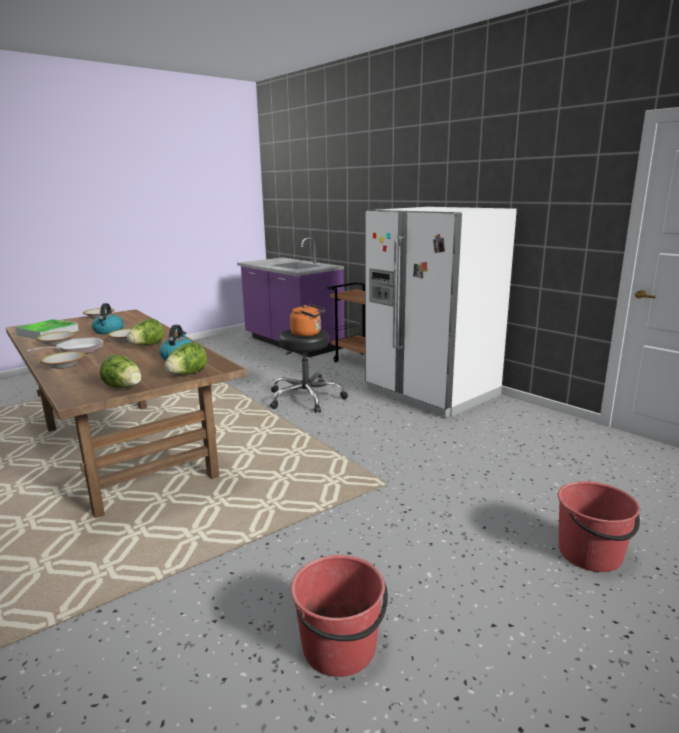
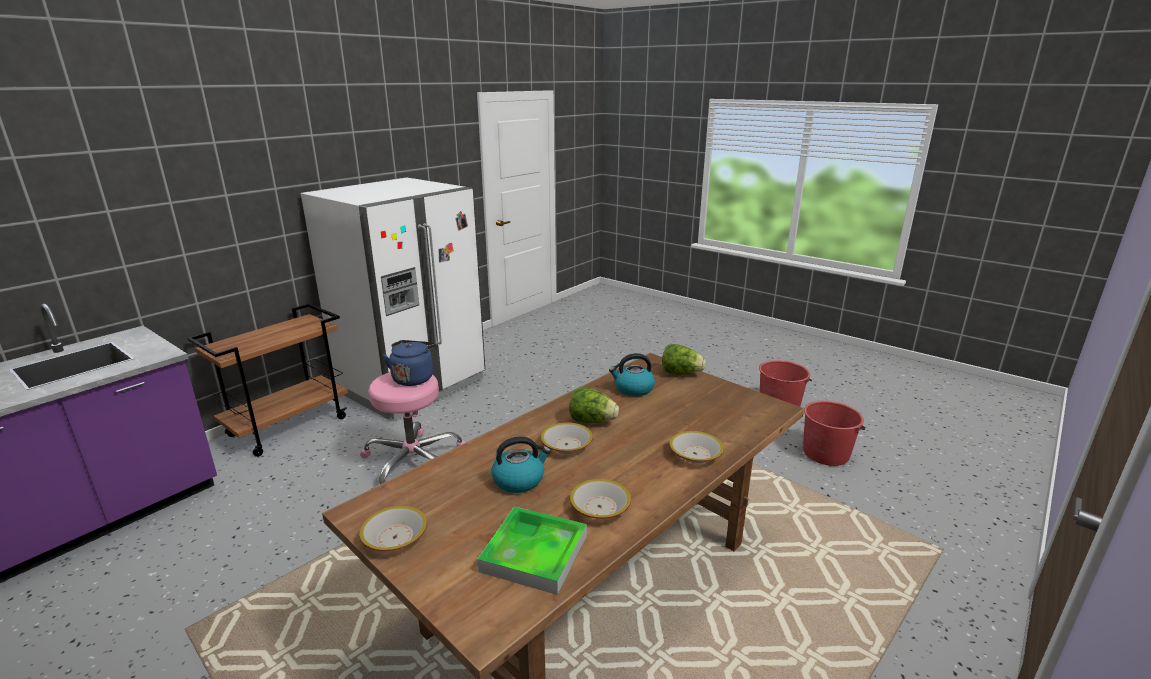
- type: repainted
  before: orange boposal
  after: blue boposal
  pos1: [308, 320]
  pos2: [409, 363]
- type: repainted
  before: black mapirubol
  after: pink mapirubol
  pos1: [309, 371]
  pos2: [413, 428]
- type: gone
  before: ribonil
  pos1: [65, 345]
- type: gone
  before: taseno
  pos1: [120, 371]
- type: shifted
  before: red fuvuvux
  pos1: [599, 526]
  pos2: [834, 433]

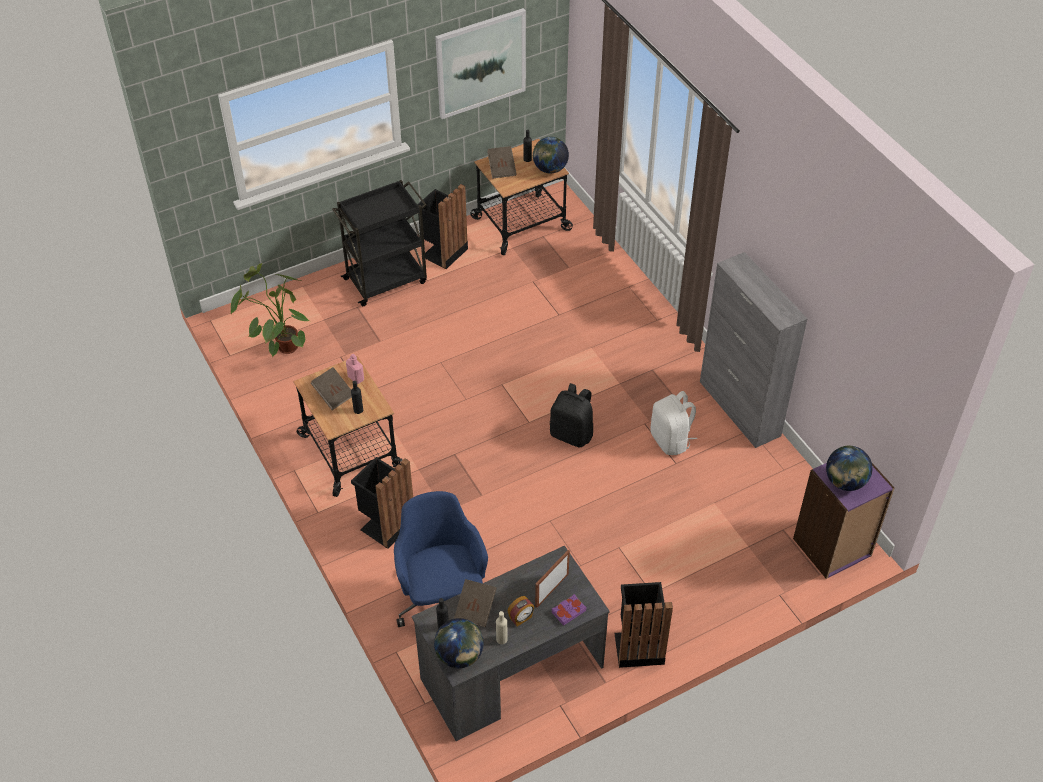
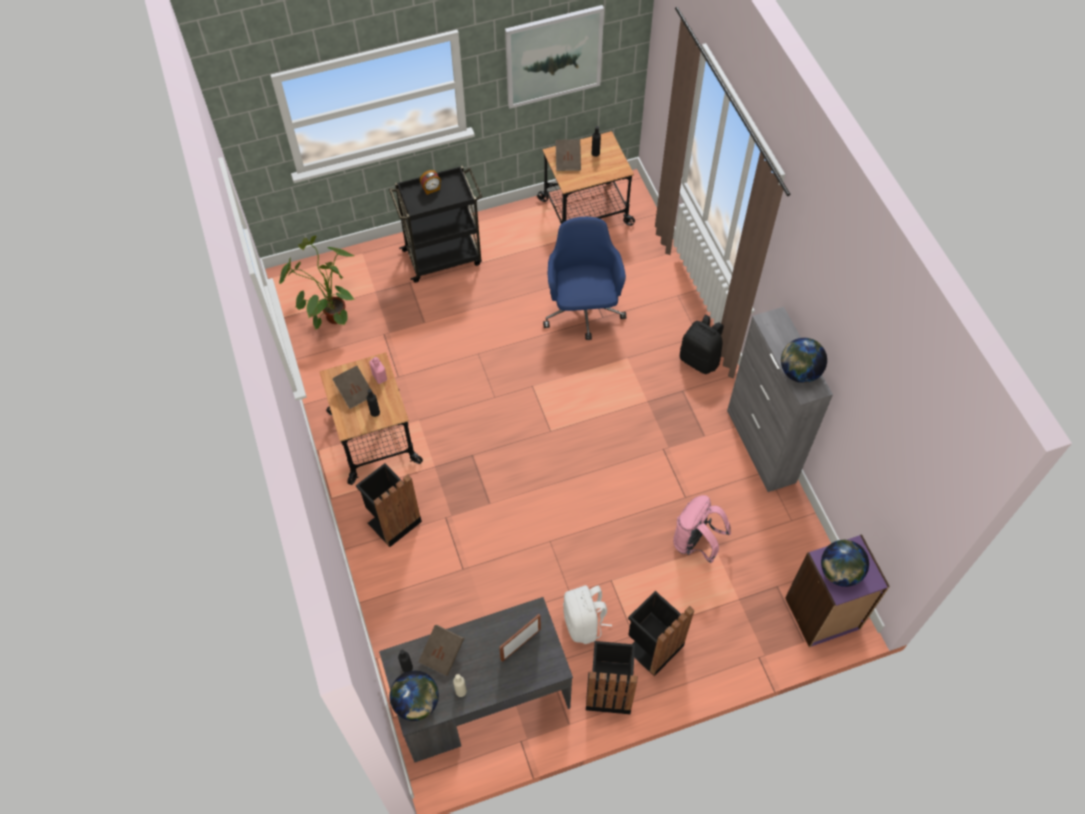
- type: shifted
  before: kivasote
  pos1: [551, 155]
  pos2: [804, 360]
- type: shifted
  before: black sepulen
  pos1: [442, 226]
  pos2: [661, 633]
- type: shifted
  before: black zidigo
  pos1: [571, 415]
  pos2: [702, 344]
- type: shifted
  before: white zidigo
  pos1: [674, 423]
  pos2: [587, 614]
- type: shifted
  before: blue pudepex
  pos1: [441, 559]
  pos2: [584, 278]
- type: gone
  before: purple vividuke
  pos1: [569, 610]
- type: shifted
  before: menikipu
  pos1: [521, 611]
  pos2: [430, 182]
- type: new
  after: pink zidigo
  pos2: [702, 529]

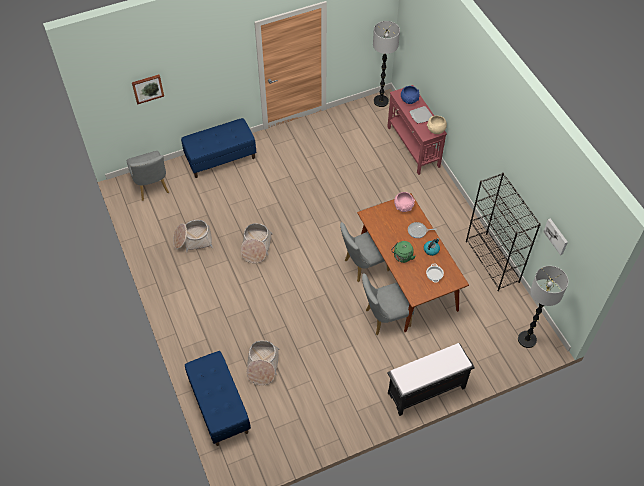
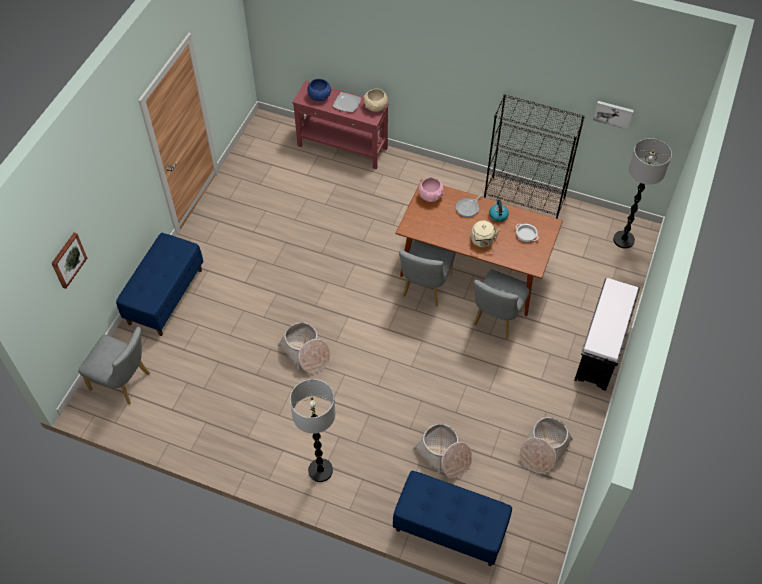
- type: shifted
  before: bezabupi
  pos1: [386, 64]
  pos2: [312, 430]
- type: shifted
  before: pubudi
  pos1: [193, 236]
  pos2: [546, 445]
- type: repainted
  before: green boposal
  after: beige boposal
  pos1: [403, 252]
  pos2: [485, 234]

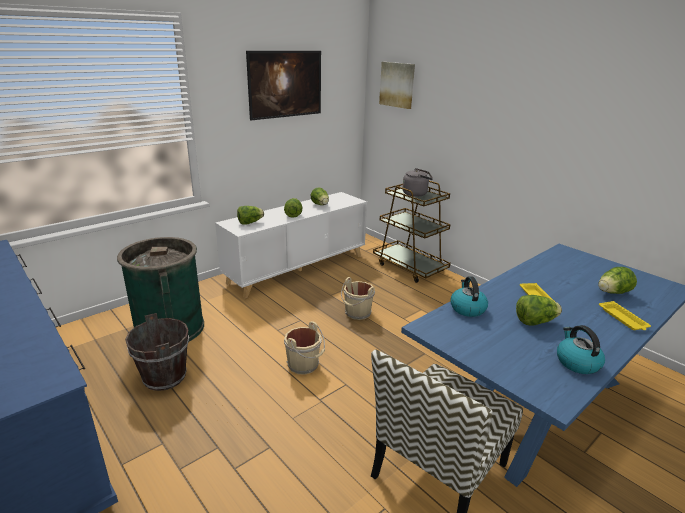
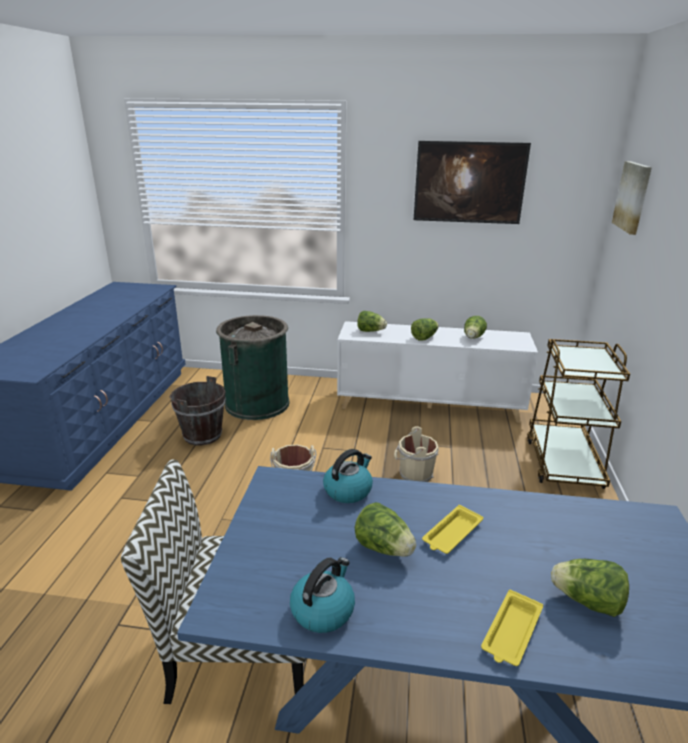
- type: gone
  before: grey boposal
  pos1: [417, 182]

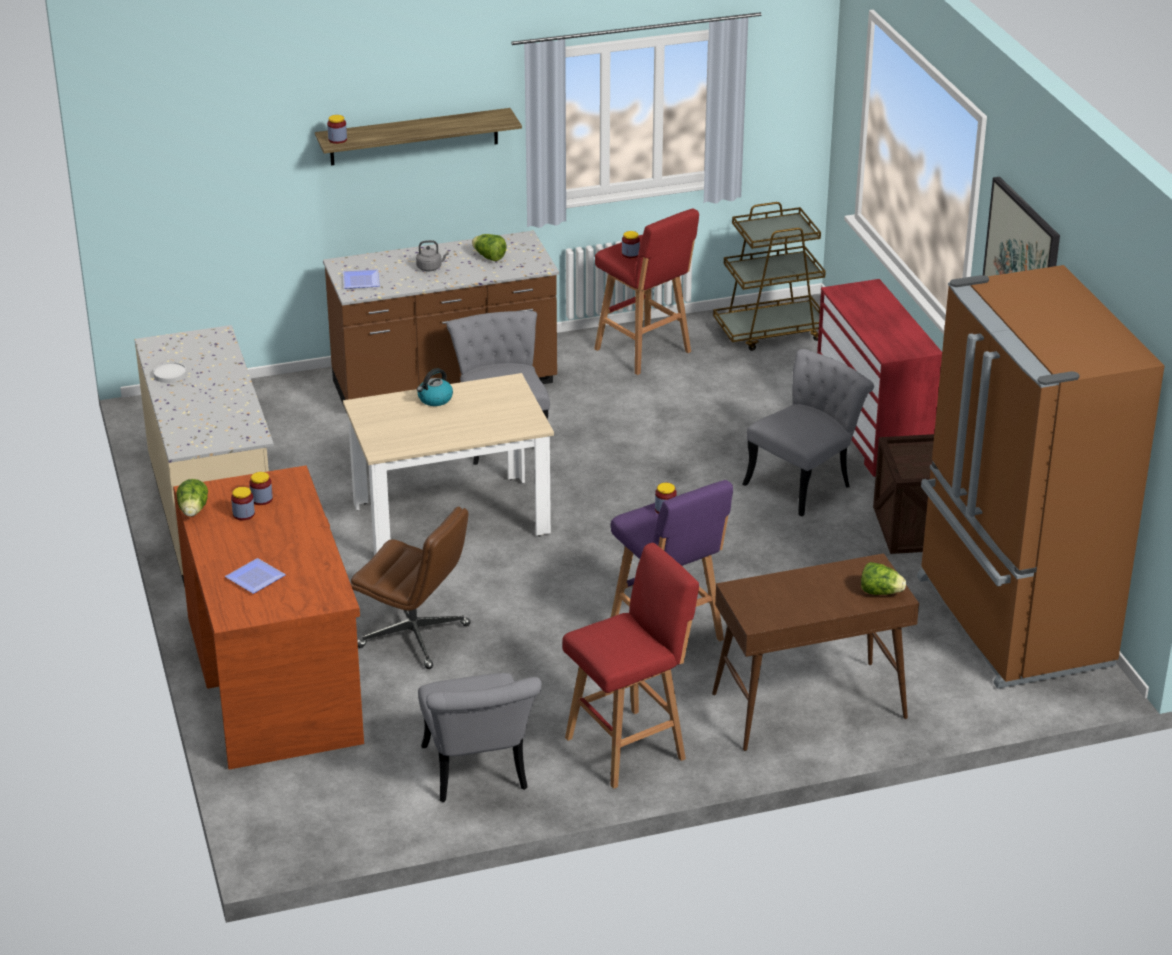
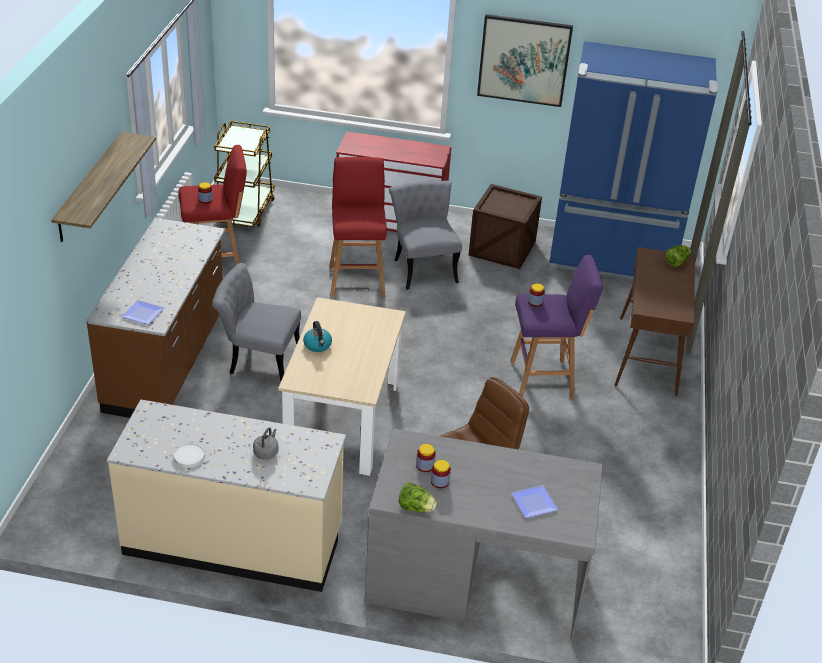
- type: gone
  before: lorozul
  pos1: [337, 129]
- type: gone
  before: taseno
  pos1: [489, 247]
- type: shifted
  before: grey boposal
  pos1: [432, 255]
  pos2: [265, 443]
- type: repainted
  before: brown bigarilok
  after: blue bigarilok
  pos1: [1040, 477]
  pos2: [633, 160]
- type: repainted
  before: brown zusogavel
  after: grey zusogavel
  pos1: [268, 617]
  pos2: [484, 535]
- type: shifted
  before: red mapirubol
  pos1: [630, 666]
  pos2: [358, 227]
- type: gone
  before: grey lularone
  pos1: [480, 737]

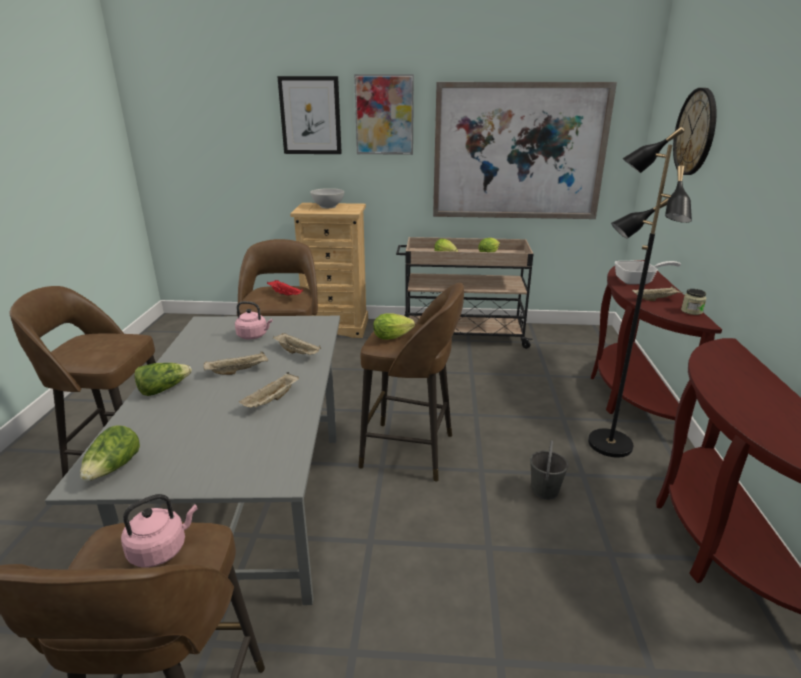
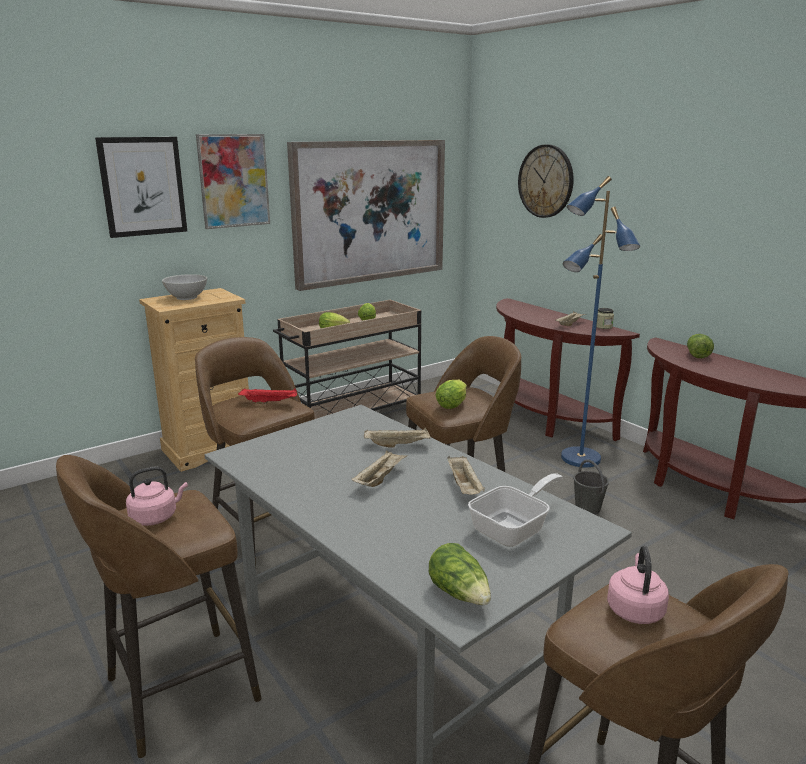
- type: repainted
  before: black bezabupi
  after: blue bezabupi
  pos1: [640, 292]
  pos2: [600, 322]
- type: shifted
  before: ribonil
  pos1: [648, 272]
  pos2: [515, 510]
- type: shifted
  before: pink boposal
  pos1: [254, 320]
  pos2: [157, 496]
- type: shifted
  before: taseno
  pos1: [163, 379]
  pos2: [700, 346]

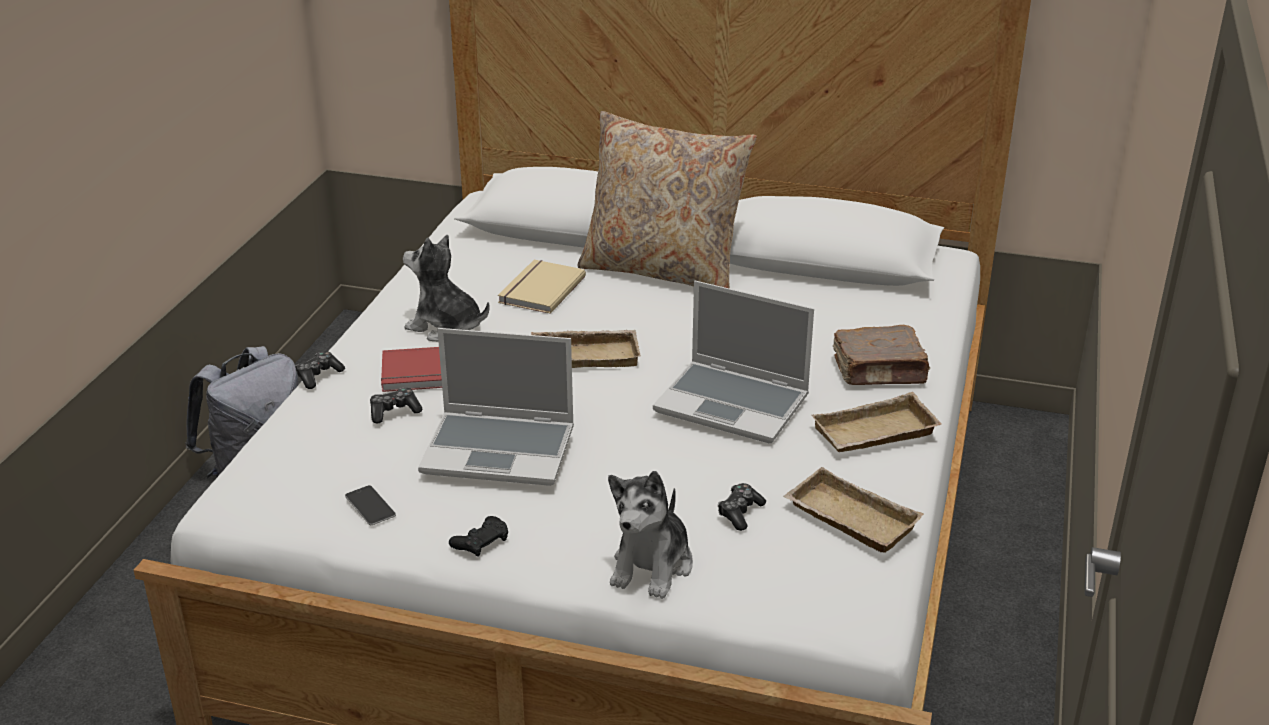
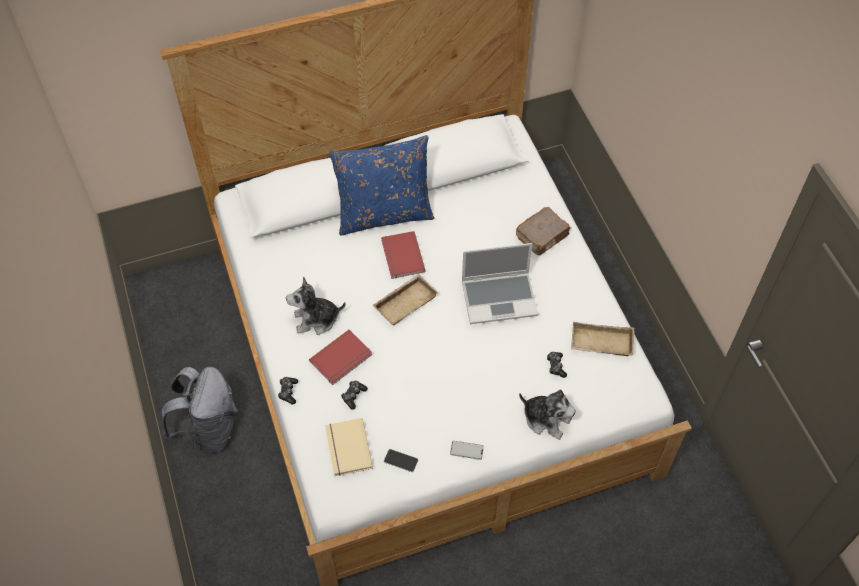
- type: repainted
  before: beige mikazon
  after: blue mikazon
  pos1: [667, 200]
  pos2: [381, 185]
- type: shifted
  before: beige vividuke
  pos1: [542, 287]
  pos2: [349, 447]
- type: gone
  before: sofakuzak
  pos1: [496, 407]
- type: gone
  before: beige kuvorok
  pos1: [876, 422]
- type: rotated
  before: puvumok
  pos1: [650, 535]
  pos2: [547, 414]
  turn: -45
- type: swapped
  before: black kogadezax
  after: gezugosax
  pos1: [478, 536]
  pos2: [467, 450]
- type: new
  after: red vividuke
  pos2: [403, 255]

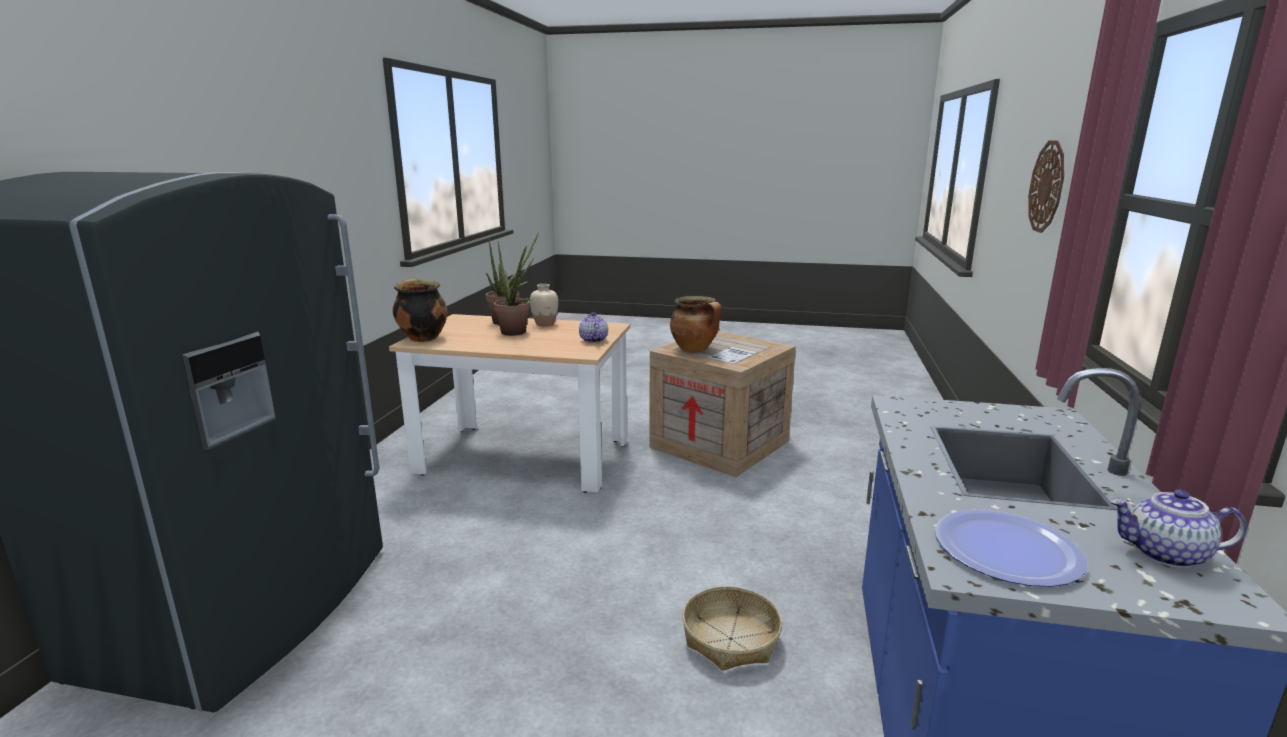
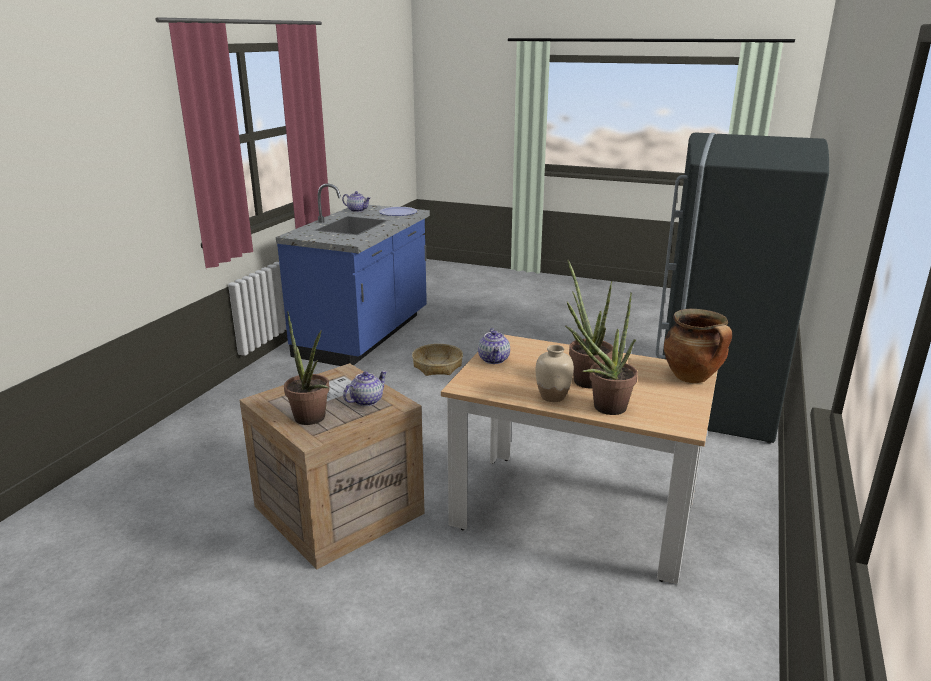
- type: gone
  before: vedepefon
  pos1: [1046, 187]
- type: swapped
  before: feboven
  after: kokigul
  pos1: [696, 324]
  pos2: [365, 388]
- type: new
  after: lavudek
  pos2: [307, 368]

